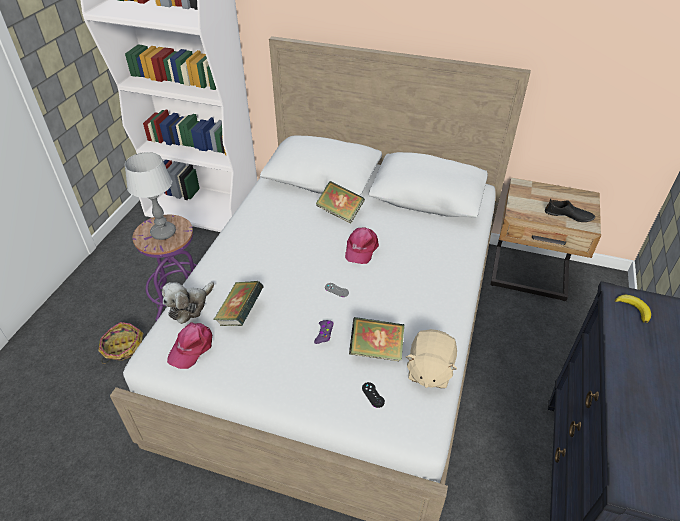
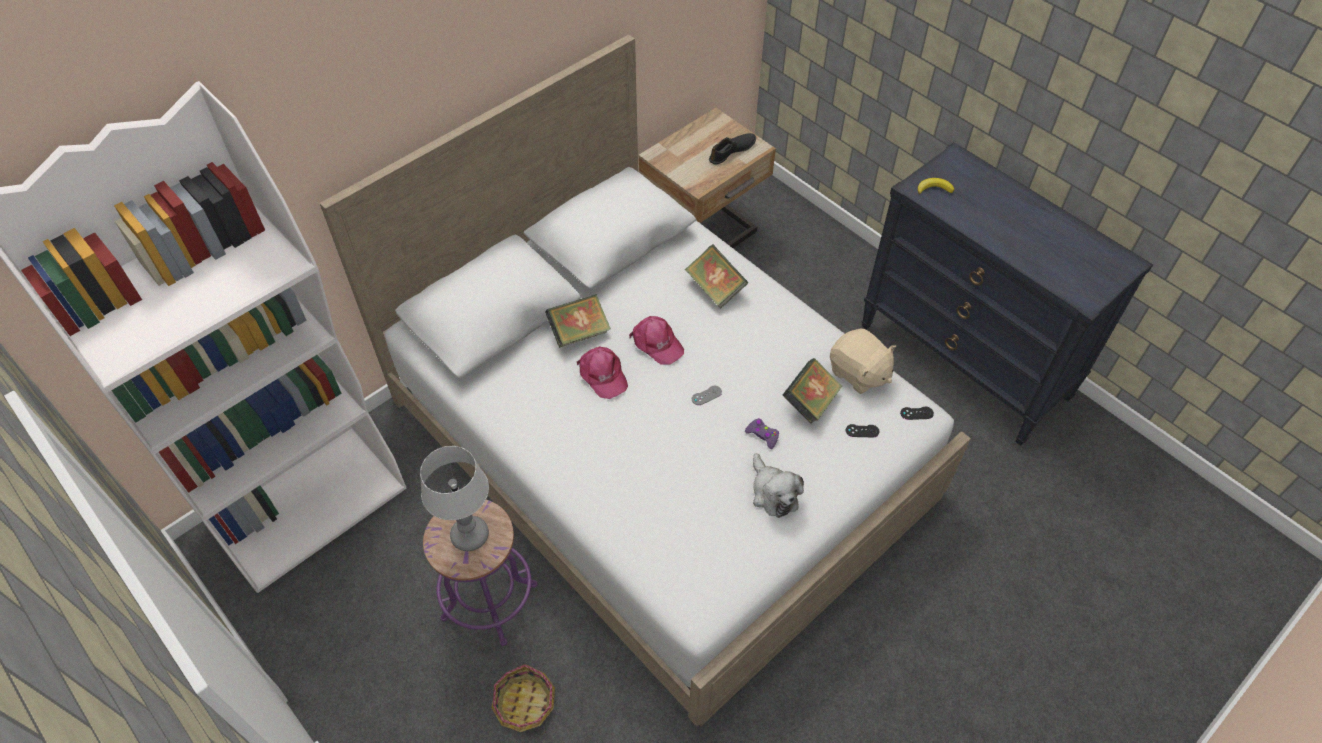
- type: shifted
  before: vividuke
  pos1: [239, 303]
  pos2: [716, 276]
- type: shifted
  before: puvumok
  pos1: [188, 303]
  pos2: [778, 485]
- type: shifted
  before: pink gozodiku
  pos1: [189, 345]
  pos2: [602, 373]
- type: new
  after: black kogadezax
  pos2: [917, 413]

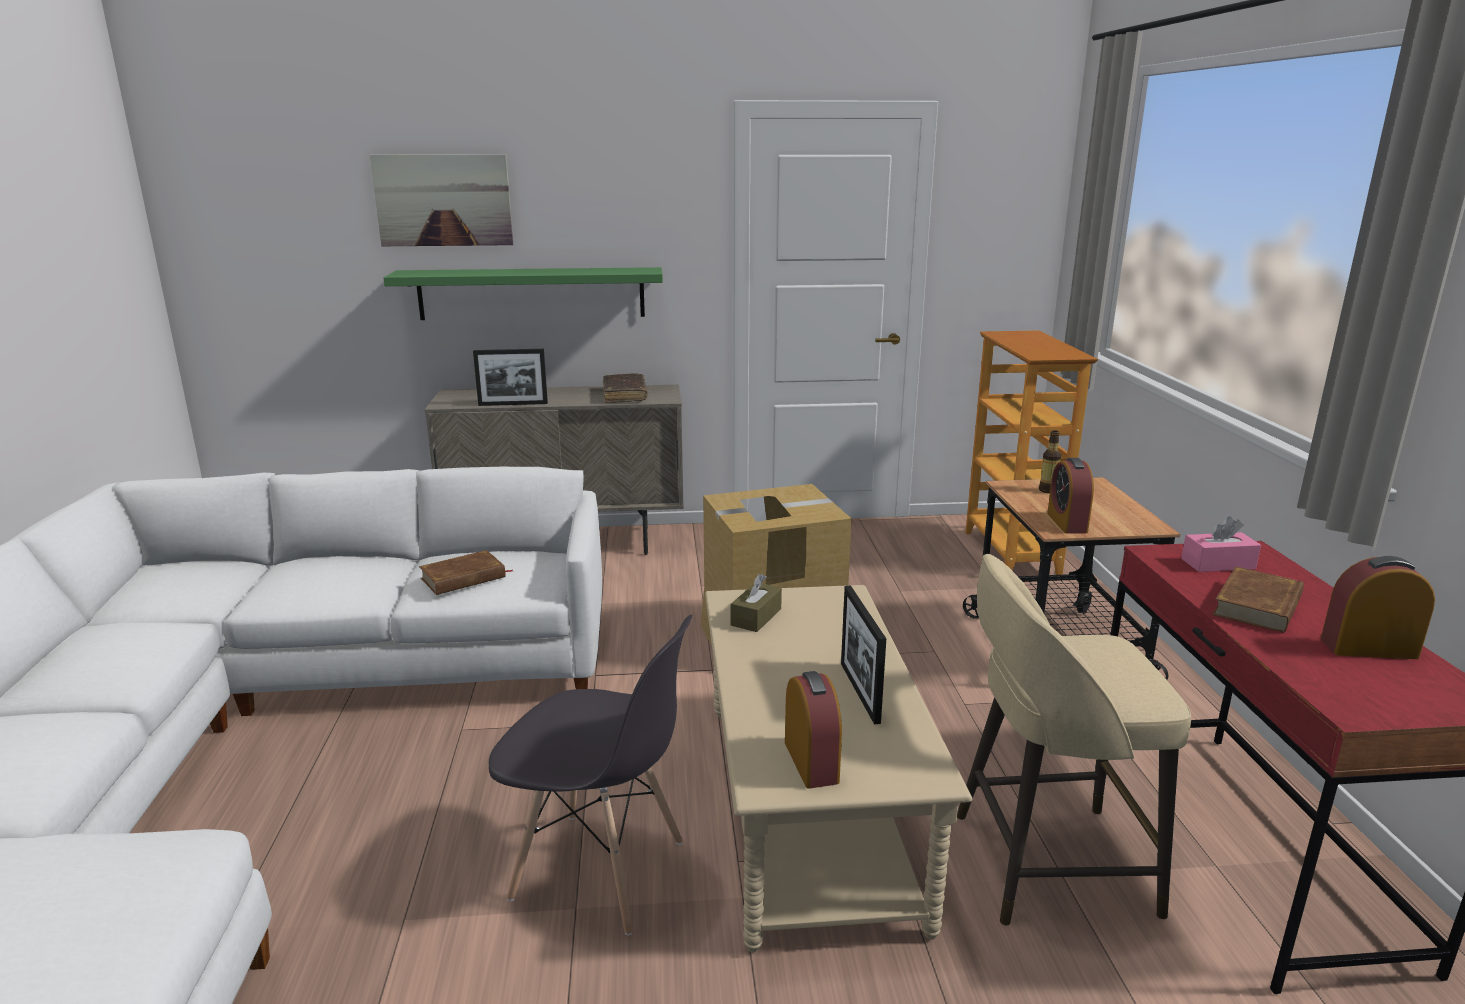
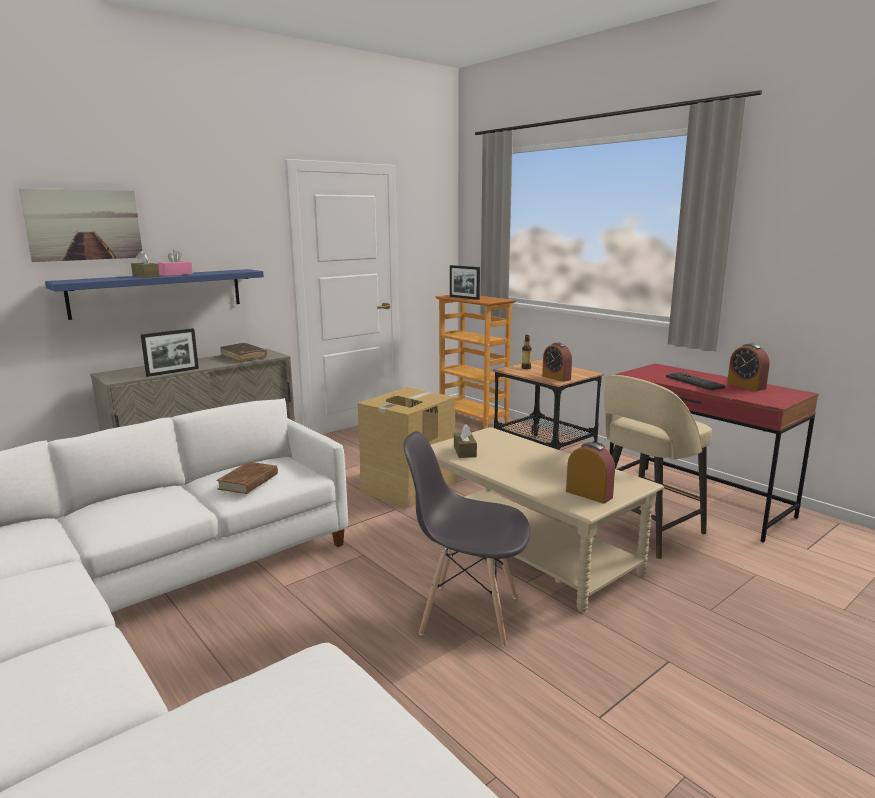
- type: repainted
  before: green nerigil
  after: blue nerigil
  pos1: [523, 293]
  pos2: [154, 294]
- type: shifted
  before: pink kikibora
  pos1: [1221, 544]
  pos2: [175, 263]
- type: rotated
  before: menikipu
  pos1: [1377, 607]
  pos2: [748, 367]
  turn: -90
- type: swapped
  before: brown vividuke
  after: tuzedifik
  pos1: [1258, 599]
  pos2: [695, 381]
- type: shifted
  before: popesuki
  pos1: [863, 655]
  pos2: [465, 282]
- type: rotated
  before: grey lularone
  pos1: [590, 775]
  pos2: [466, 539]
  turn: -150
- type: new
  after: brown kikibora
  pos2: [145, 264]

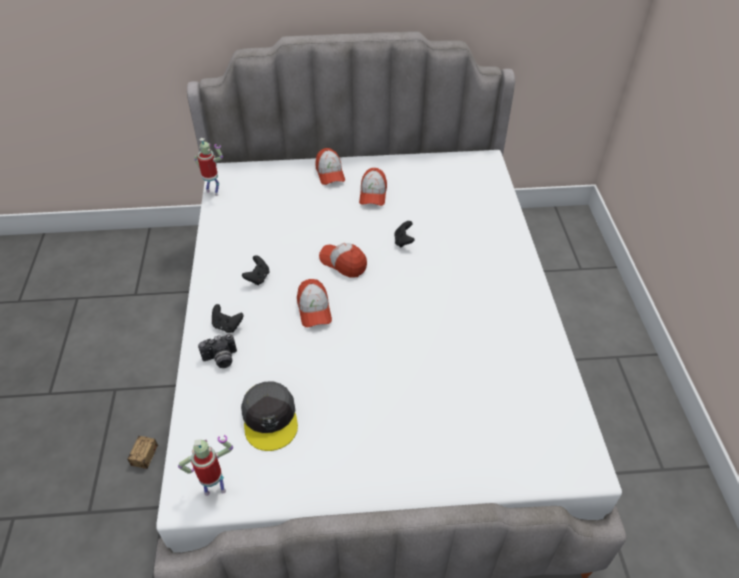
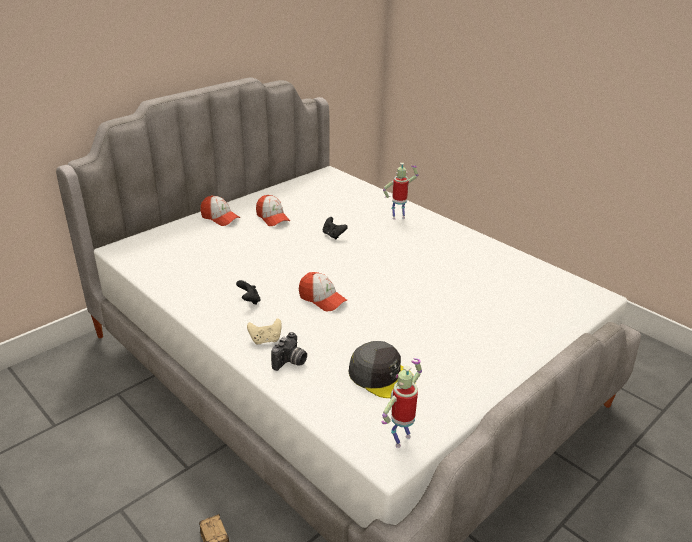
- type: shifted
  before: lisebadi
  pos1: [208, 167]
  pos2: [400, 191]
- type: gone
  before: gozodiku
  pos1: [343, 260]
- type: repainted
  before: black kogadezax
  after: beige kogadezax
  pos1: [227, 318]
  pos2: [264, 331]

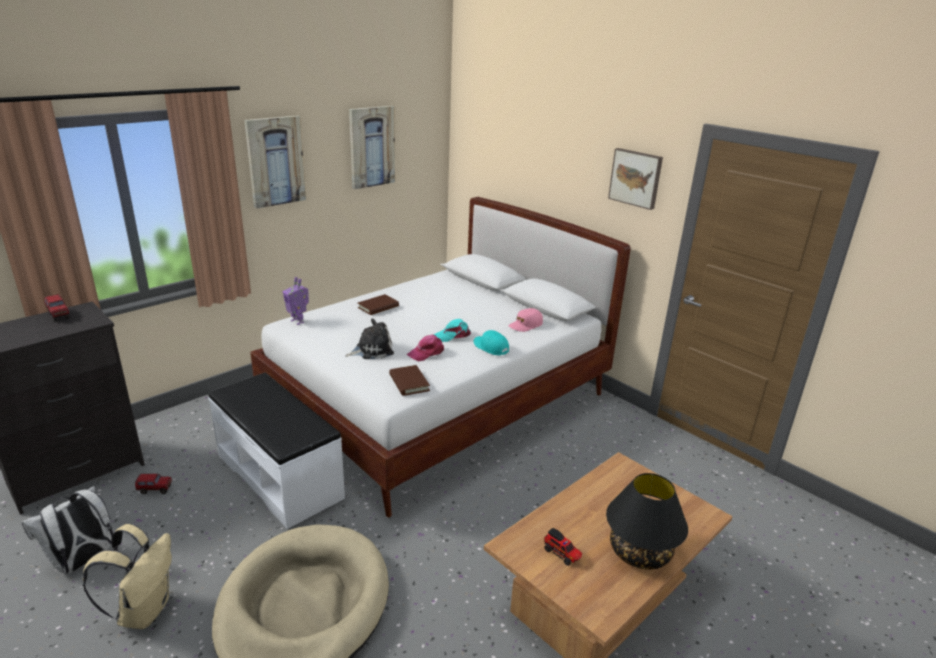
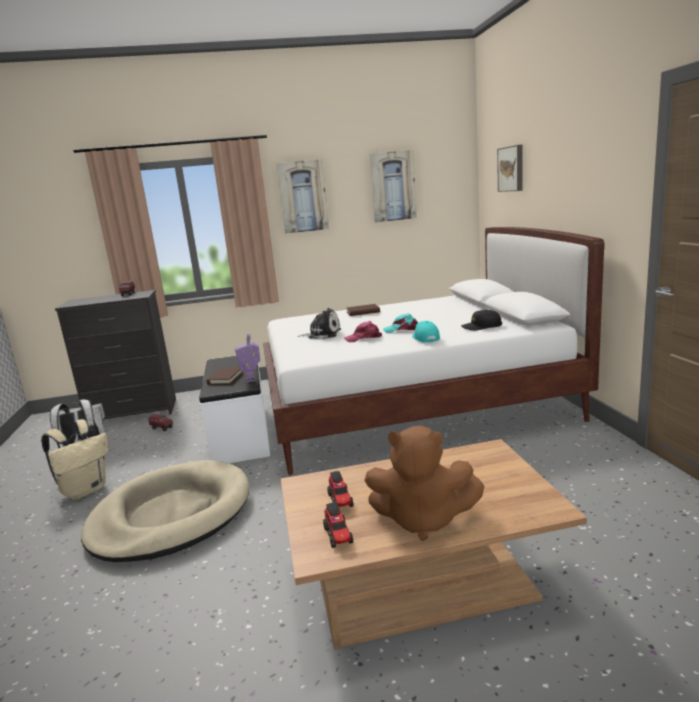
- type: shifted
  before: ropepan
  pos1: [635, 179]
  pos2: [509, 168]
- type: shifted
  before: lisebadi
  pos1: [296, 301]
  pos2: [247, 358]
- type: repainted
  before: pink gozodiku
  after: black gozodiku
  pos1: [525, 320]
  pos2: [481, 320]
- type: shifted
  before: brown vividuke
  pos1: [409, 380]
  pos2: [225, 376]
- type: swapped
  before: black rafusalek
  after: brown puvumok
  pos1: [647, 521]
  pos2: [424, 483]
- type: new
  after: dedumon
  pos2: [338, 525]

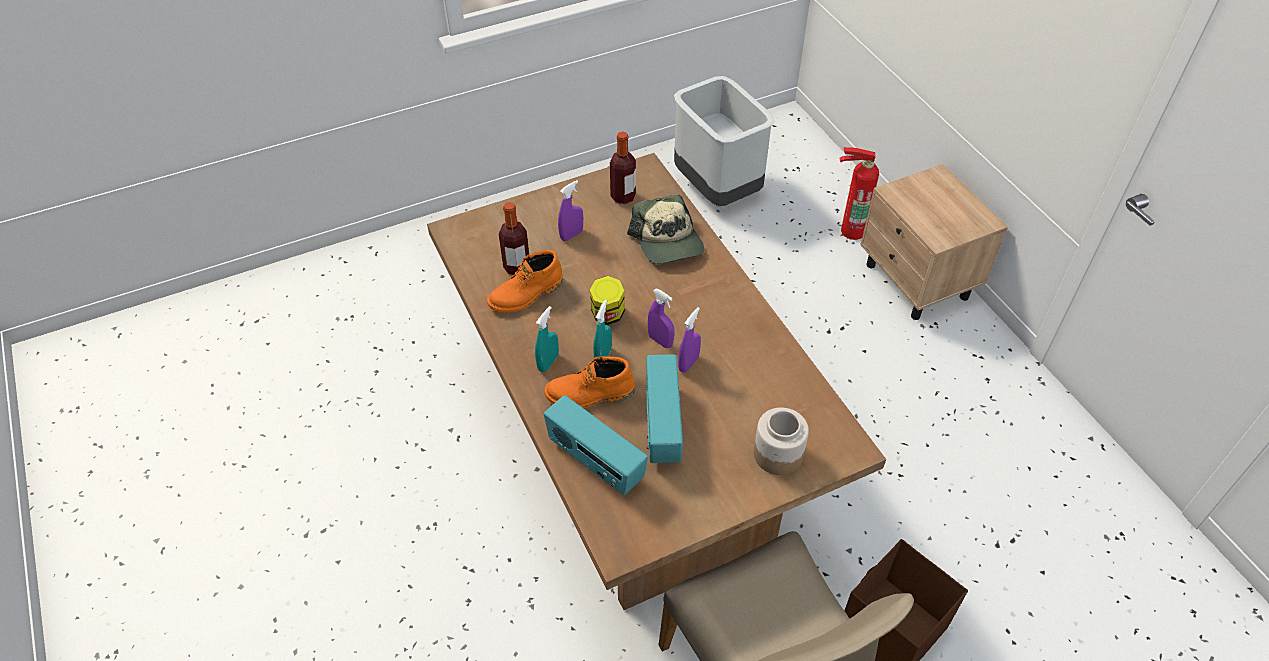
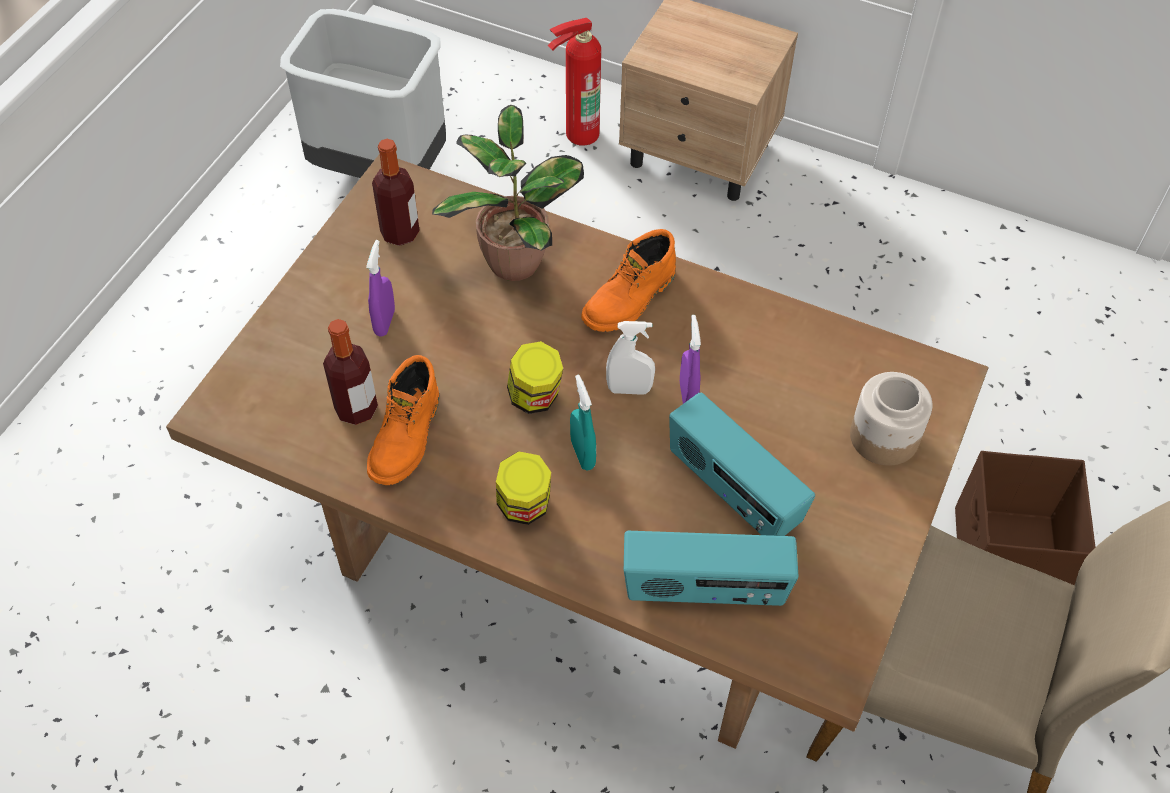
- type: swapped
  before: gozodiku
  after: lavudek
  pos1: [666, 229]
  pos2: [508, 193]
- type: repainted
  before: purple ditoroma
  after: white ditoroma
  pos1: [661, 318]
  pos2: [630, 358]
- type: swapped
  before: turquoise ditoroma
  after: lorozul
  pos1: [547, 339]
  pos2: [523, 488]
- type: shifted
  before: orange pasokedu
  pos1: [589, 382]
  pos2: [628, 280]

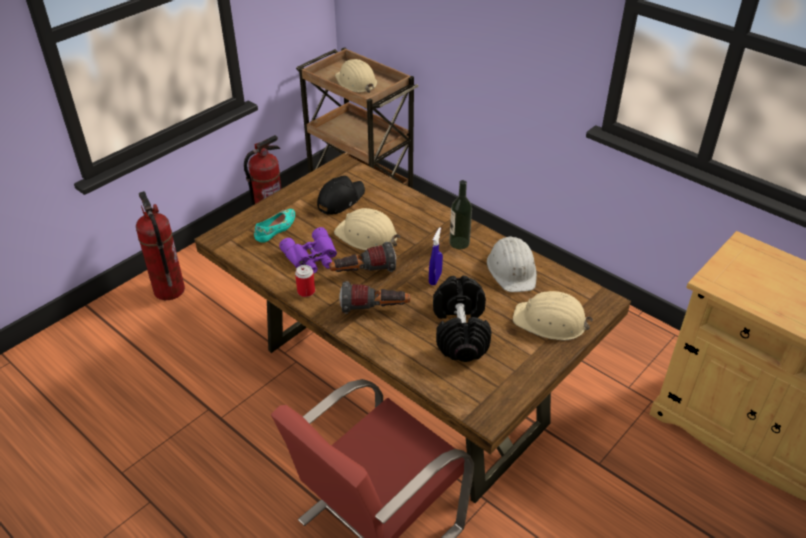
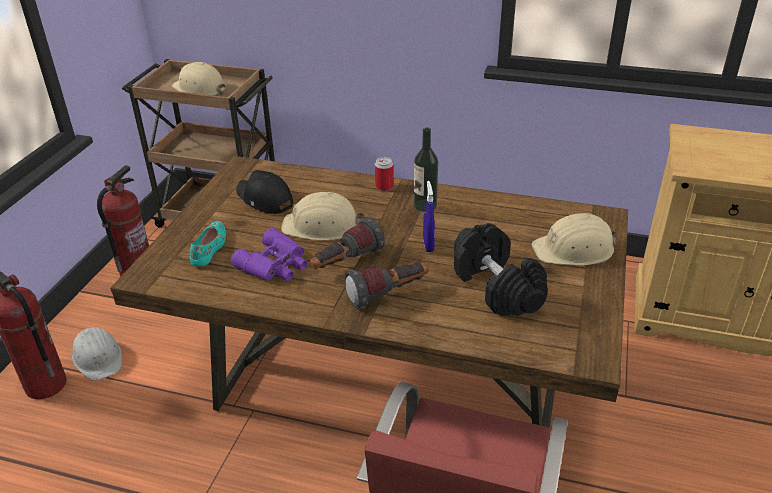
- type: rotated
  before: black gozodiku
  pos1: [341, 195]
  pos2: [265, 192]
  turn: -60
- type: shifted
  before: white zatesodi
  pos1: [512, 264]
  pos2: [97, 354]
- type: shifted
  before: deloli
  pos1: [305, 281]
  pos2: [384, 174]

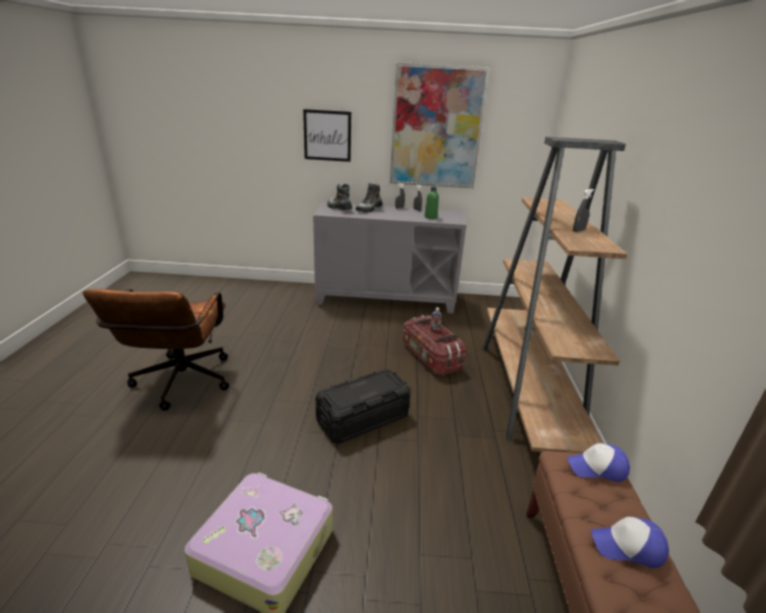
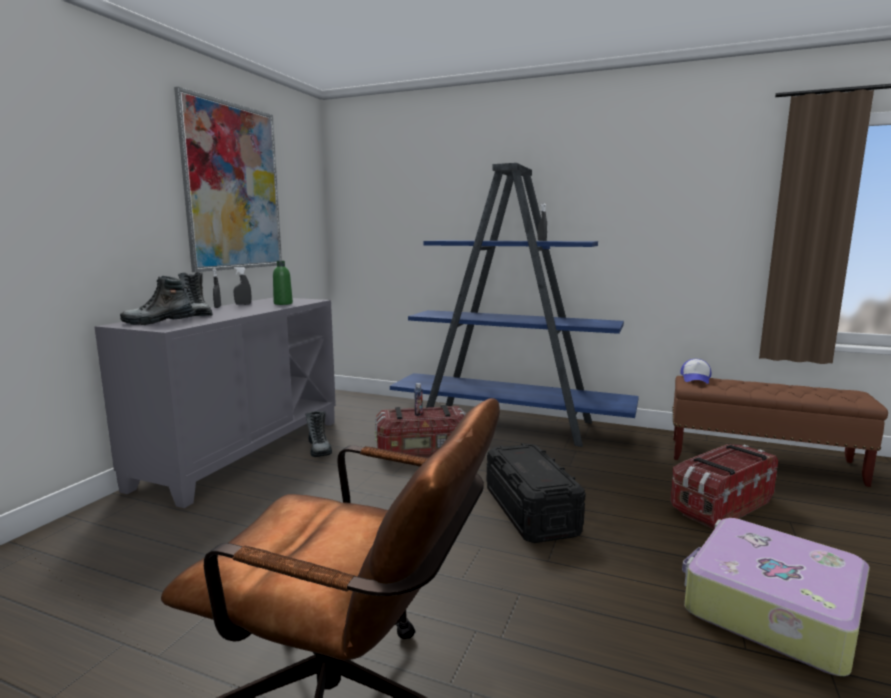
- type: gone
  before: ropepan
  pos1: [327, 135]
- type: repainted
  before: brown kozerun
  after: blue kozerun
  pos1: [555, 295]
  pos2: [514, 305]
- type: gone
  before: gozodiku
  pos1: [630, 542]
- type: new
  after: pasokedu
  pos2: [319, 434]
- type: new
  after: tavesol
  pos2: [724, 486]

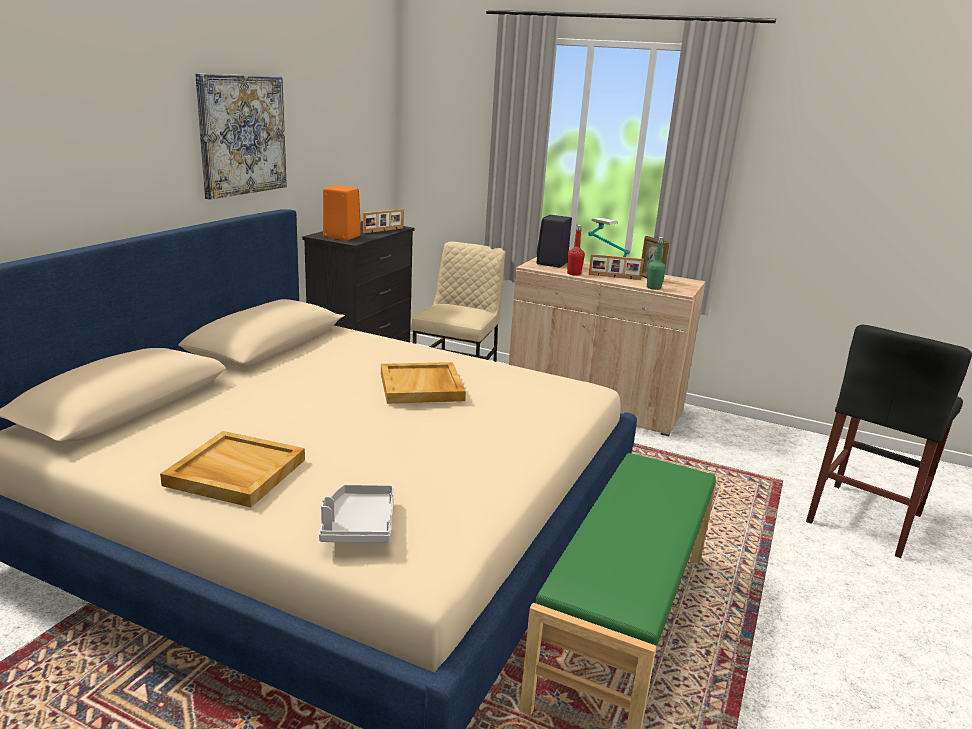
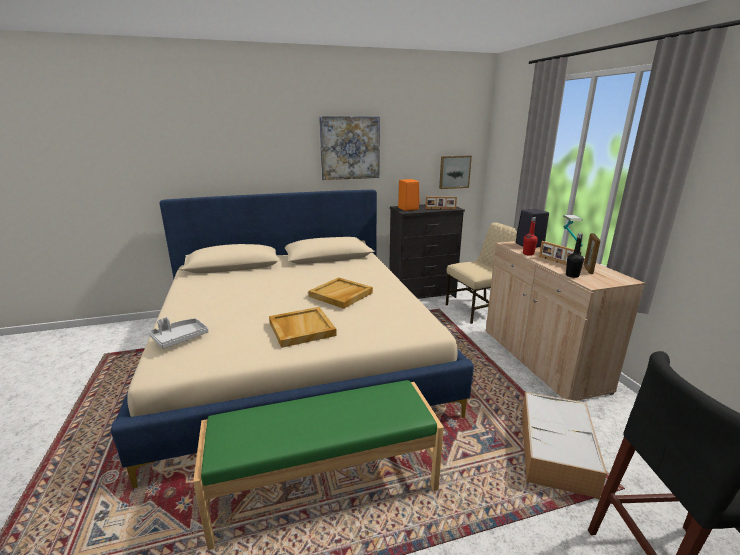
- type: repainted
  before: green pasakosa
  after: black pasakosa
  pos1: [656, 263]
  pos2: [575, 255]
- type: shifted
  before: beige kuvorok
  pos1: [232, 469]
  pos2: [303, 327]
- type: new
  after: ropepan
  pos2: [455, 172]
- type: new
  after: tavesol
  pos2: [564, 446]

